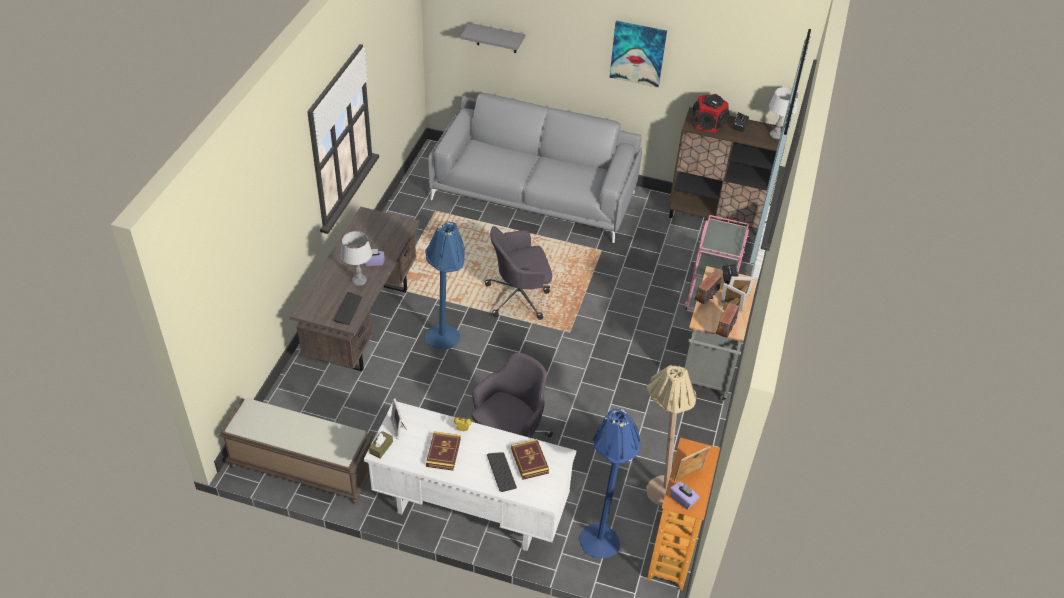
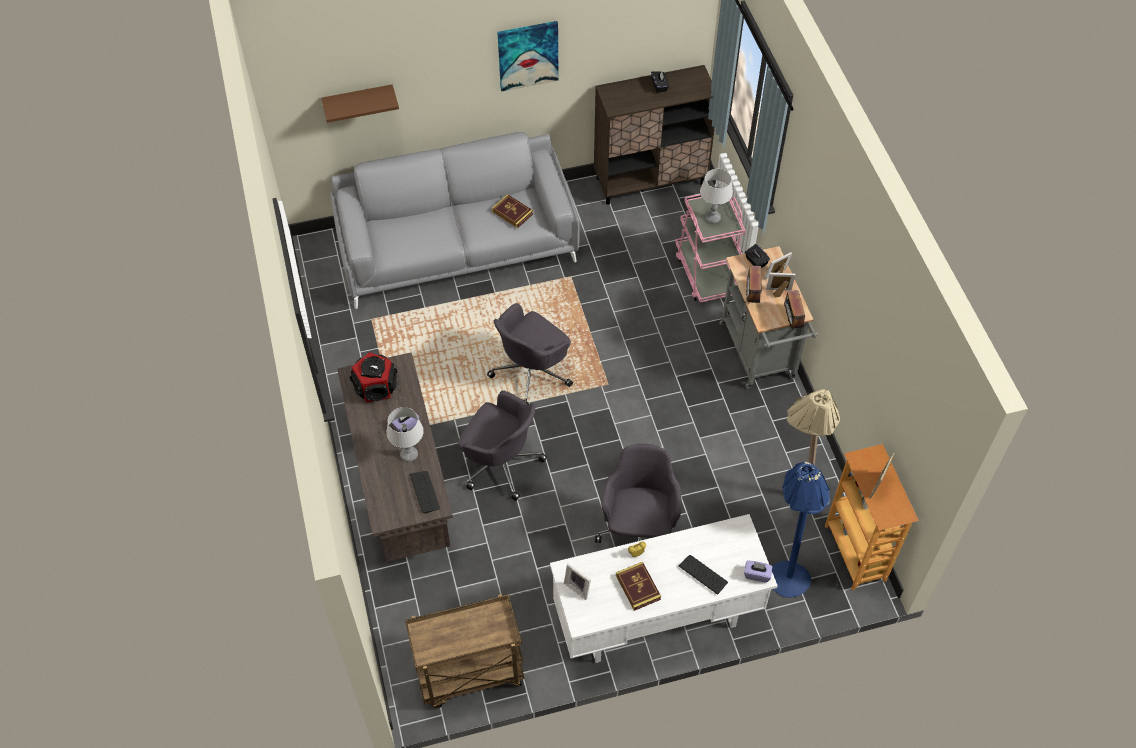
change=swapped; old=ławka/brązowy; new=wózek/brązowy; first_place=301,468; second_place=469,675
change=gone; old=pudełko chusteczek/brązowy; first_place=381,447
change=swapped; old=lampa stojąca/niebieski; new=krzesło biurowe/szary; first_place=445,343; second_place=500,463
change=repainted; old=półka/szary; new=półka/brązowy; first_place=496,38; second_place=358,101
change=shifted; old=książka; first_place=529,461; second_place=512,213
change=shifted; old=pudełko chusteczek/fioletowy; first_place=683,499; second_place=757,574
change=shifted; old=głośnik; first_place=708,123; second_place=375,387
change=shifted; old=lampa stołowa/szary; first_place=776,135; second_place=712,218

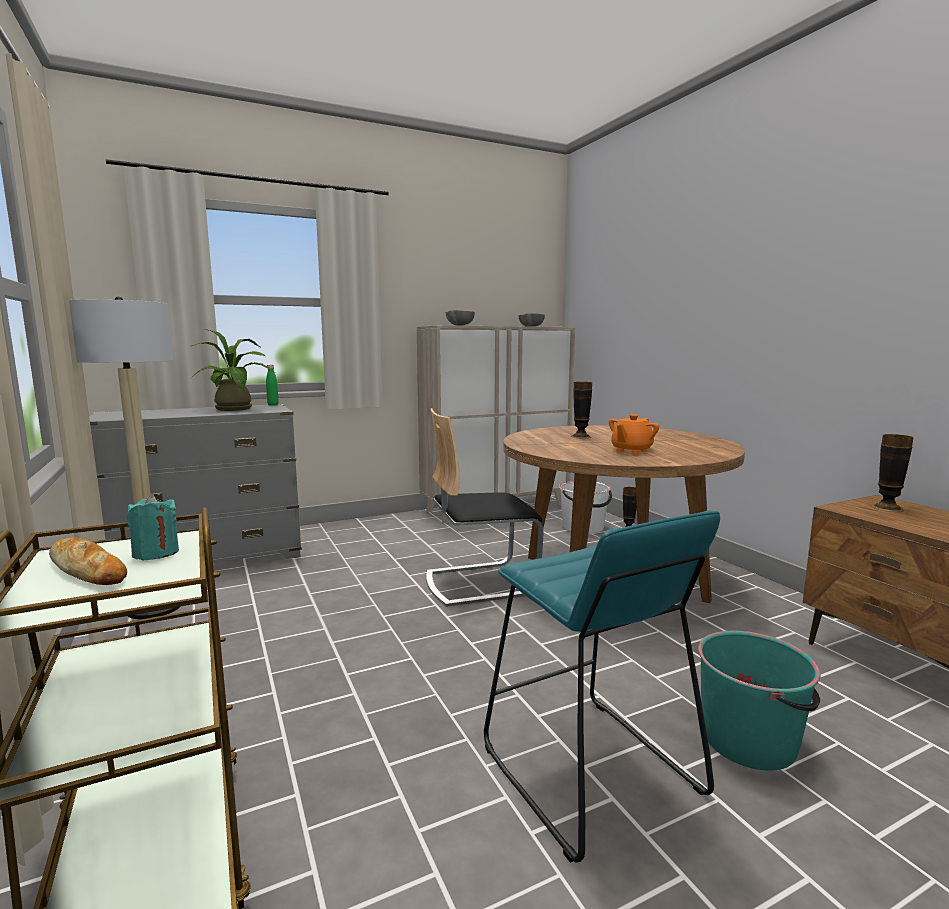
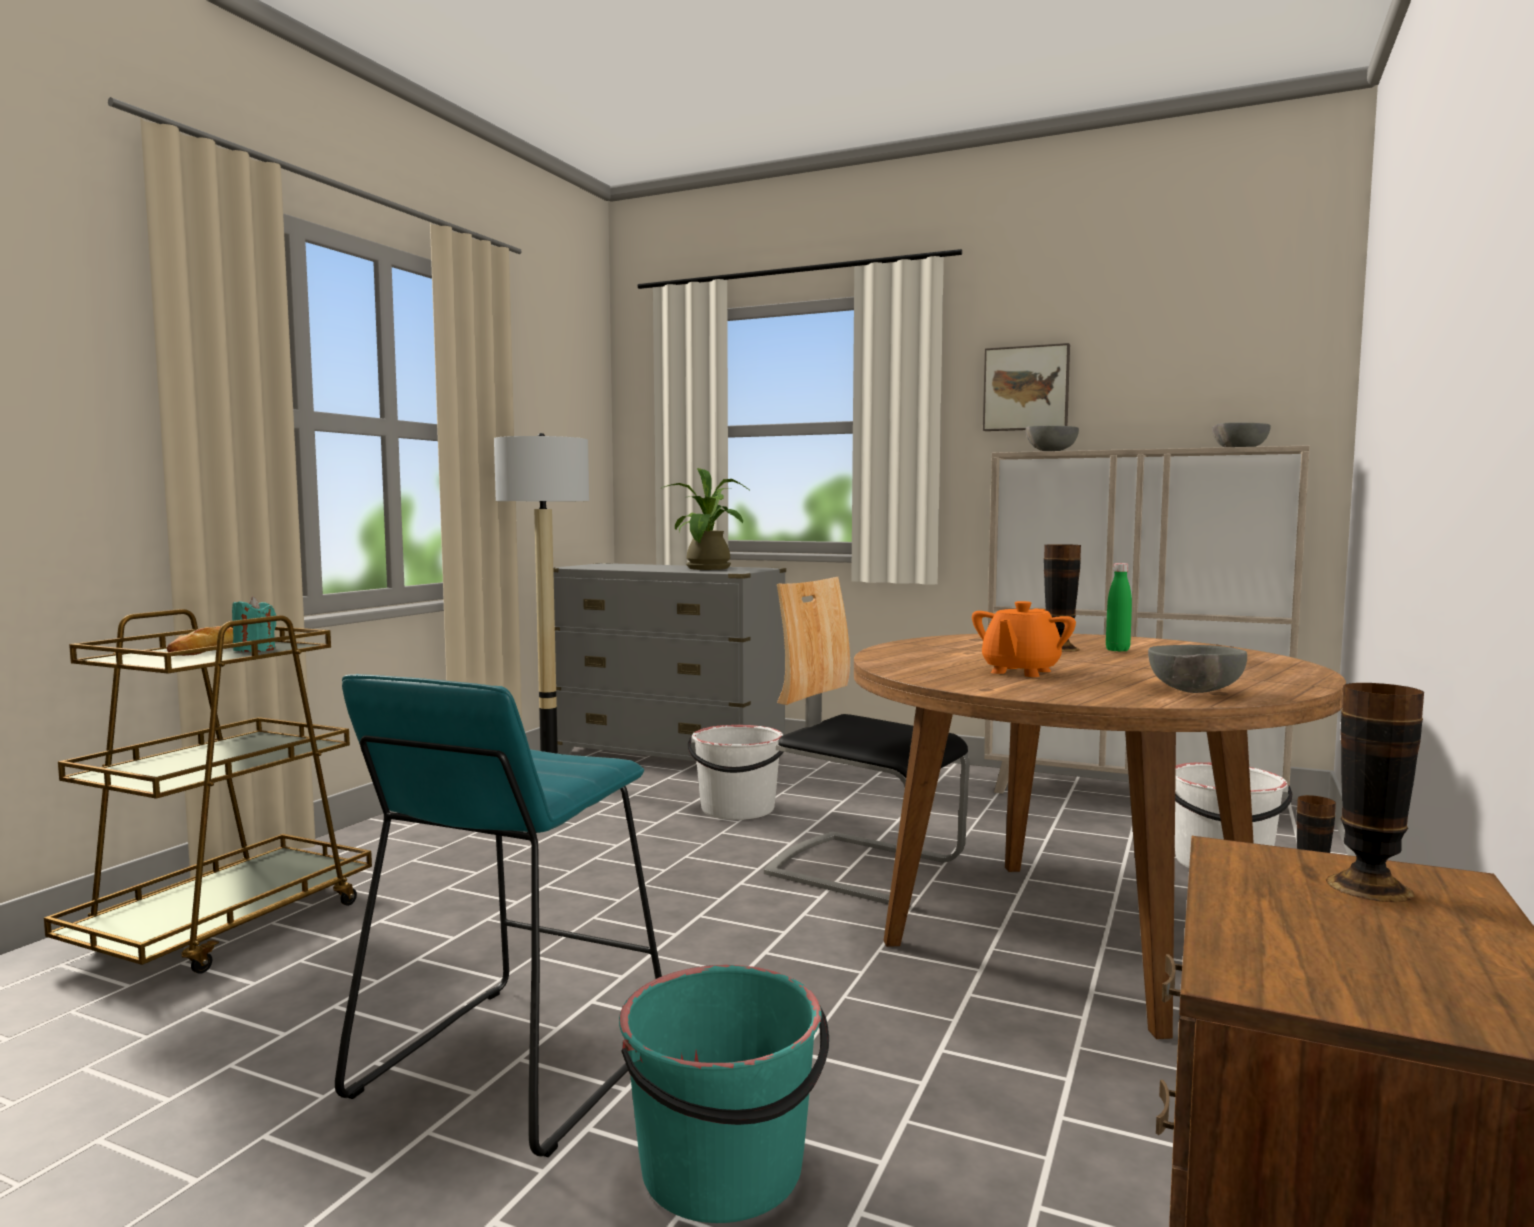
change=shifted; old=butelka/zielony; first_place=273,405; second_place=1117,650
change=rotated; old=imbryk/pomarańczowy; first_place=631,451; second_place=1020,671; degrees=-60
change=new; new=wiadro/biały; second_place=737,809
change=new; new=obraz; second_place=1026,388
change=new; new=miska/szary; second_place=1194,692

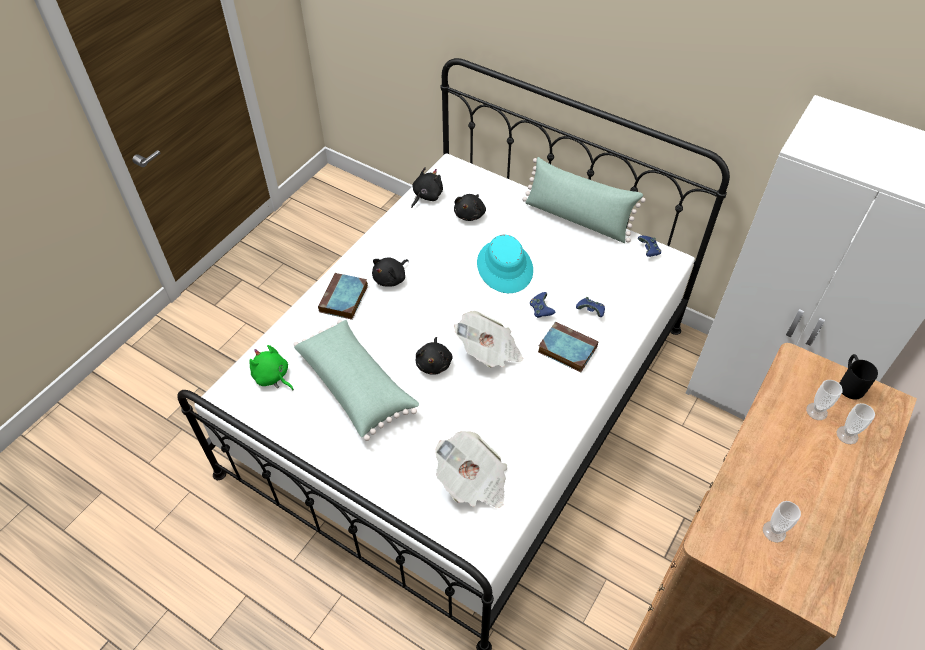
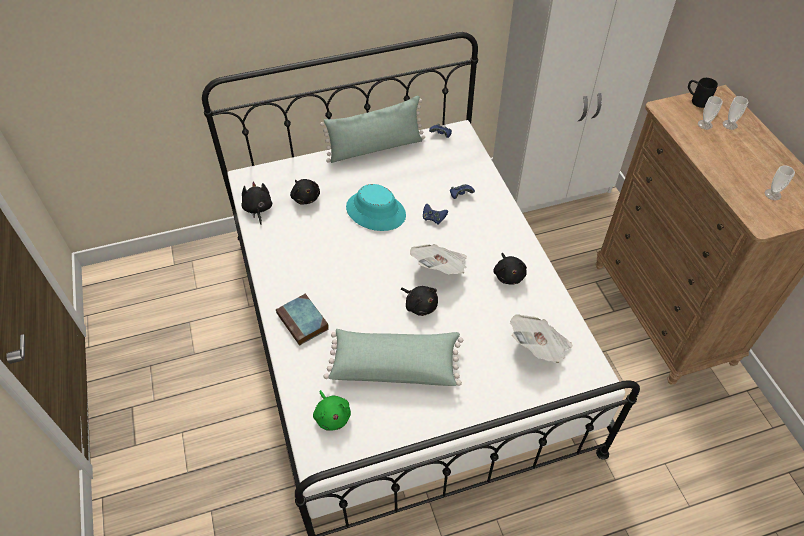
change=rotated; old=pluszak/zielony; first_place=272,377; second_place=332,416; degrees=-105
change=shifted; old=pluszak/czarny; first_place=391,278; second_place=509,275
change=gone; old=książka; first_place=566,349

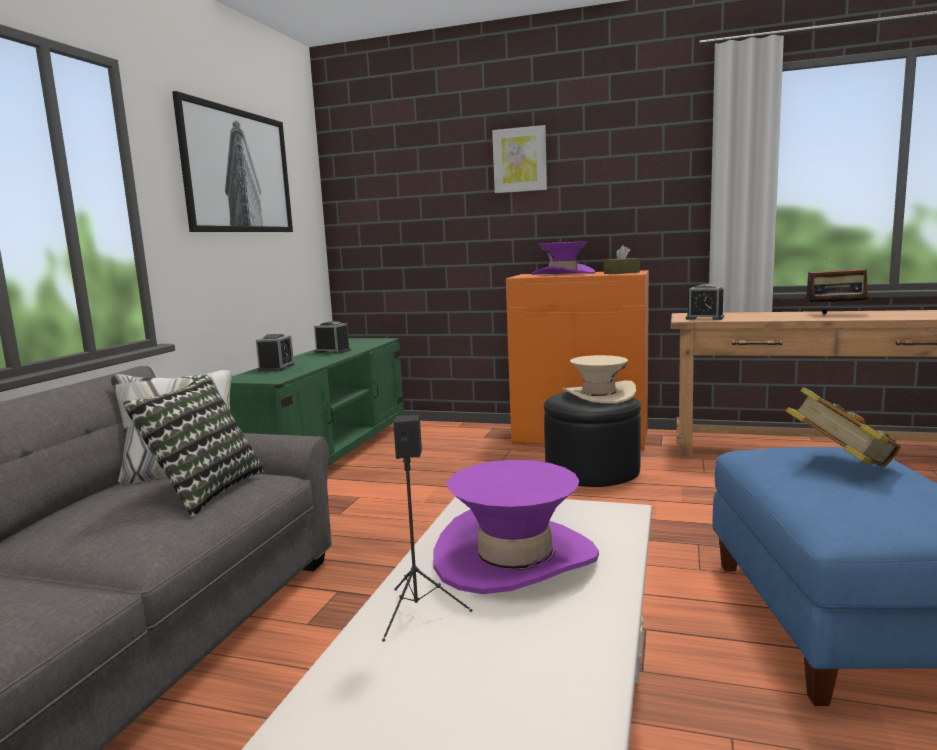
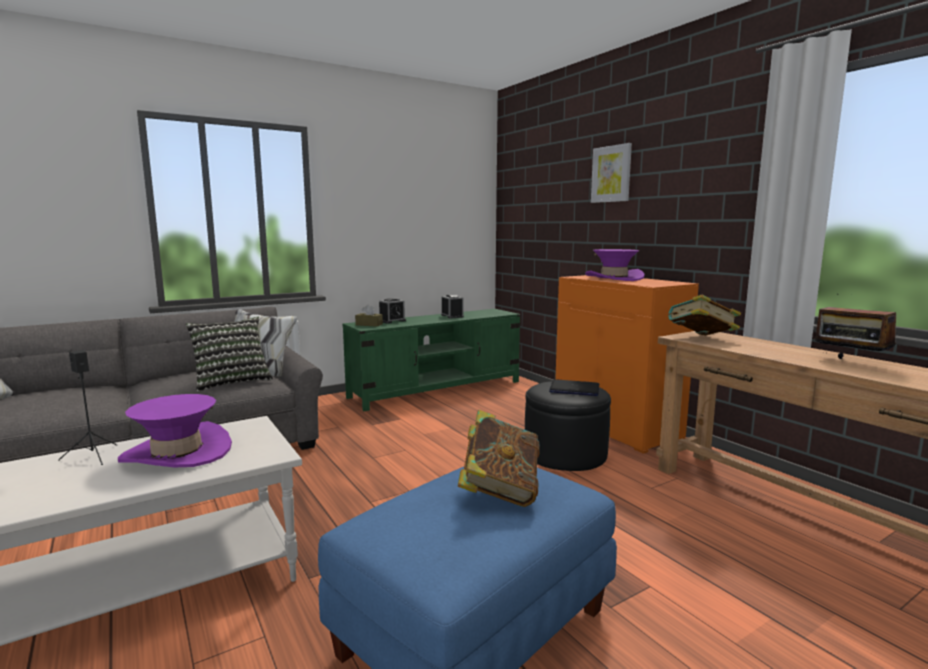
change=gone; old=obraz; first_place=237,171
change=swapped; old=kapelusz/beżowy; new=laptop; first_place=599,395; second_place=574,389
change=shifted; old=pudełko chusteczek/brązowy; first_place=621,273; second_place=369,324
change=swapped; old=budzik; new=książka; first_place=705,318; second_place=701,339

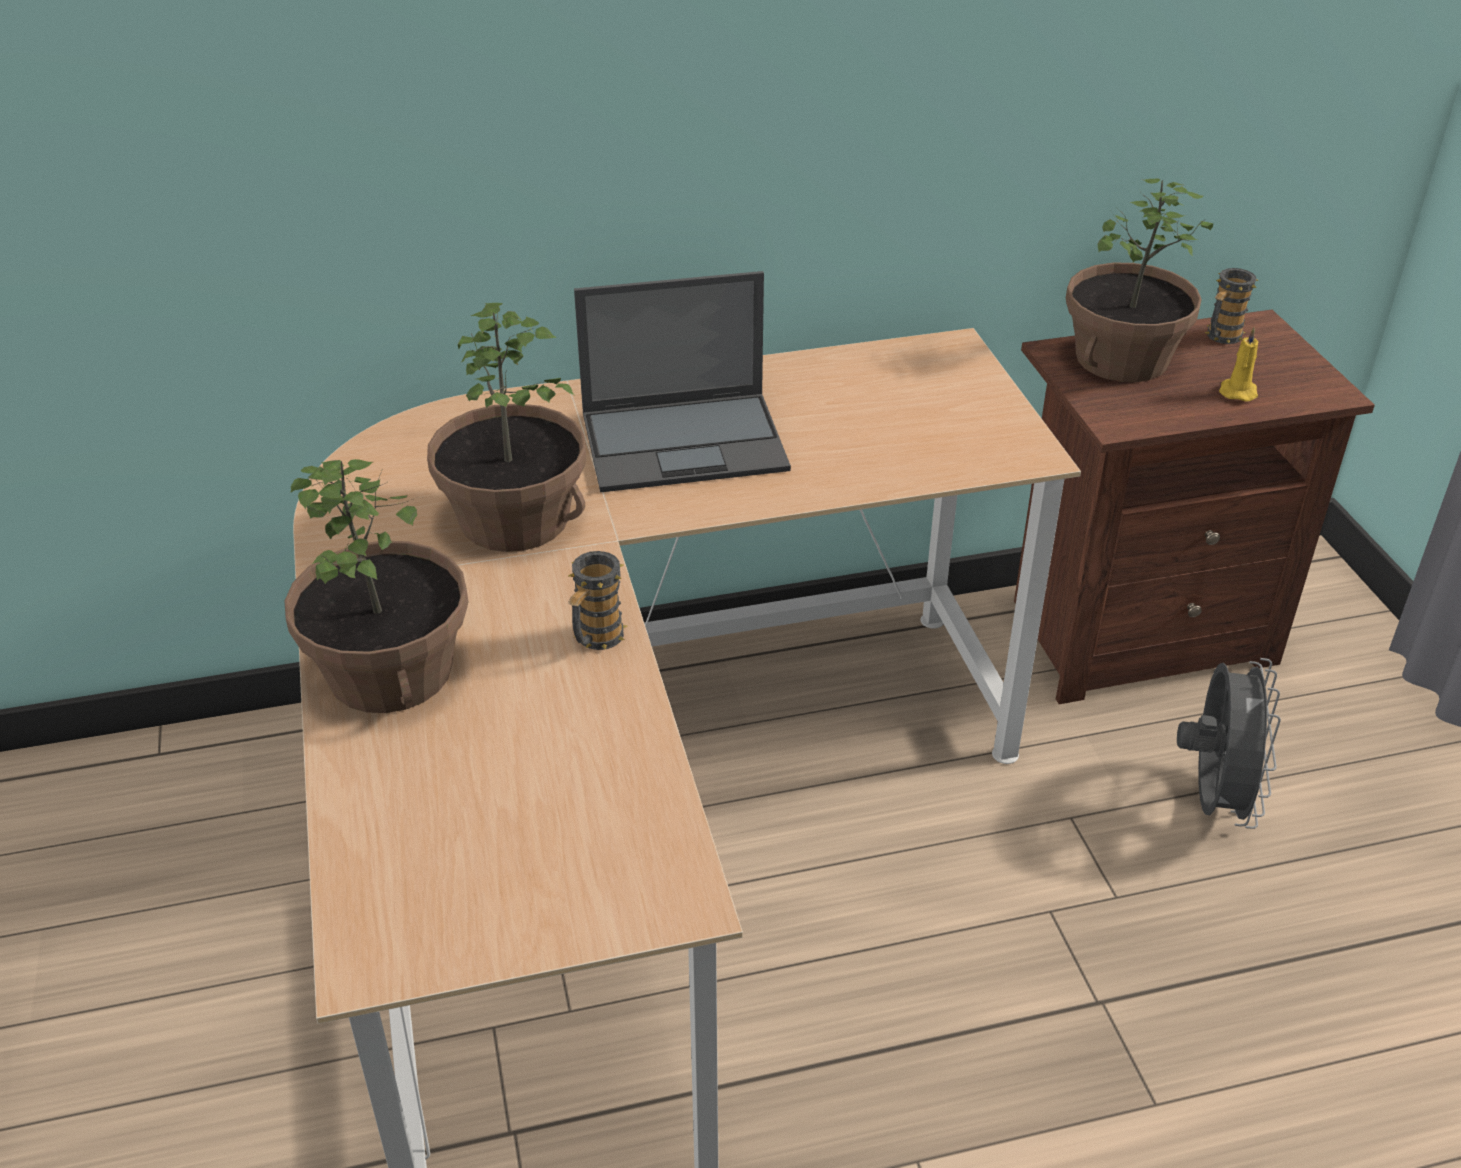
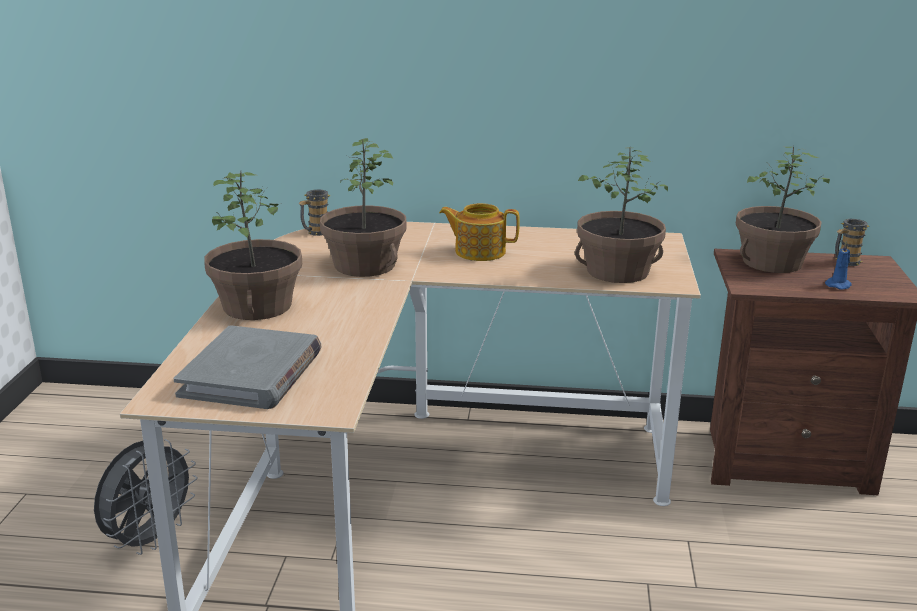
change=shifted; old=kubek; first_place=595,640; second_place=315,233
change=swapped; old=laptop; new=imbryk; first_place=686,441; second_place=479,251
change=shifted; old=wentylator/szary; first_place=1212,799; second_place=150,539
change=repainted; old=świeca/żółty; new=świeca/niebieski; first_place=1238,391; second_place=838,285
change=new; new=książka/szary; second_place=252,374
change=new; new=roślina doniczkowa; second_place=617,271

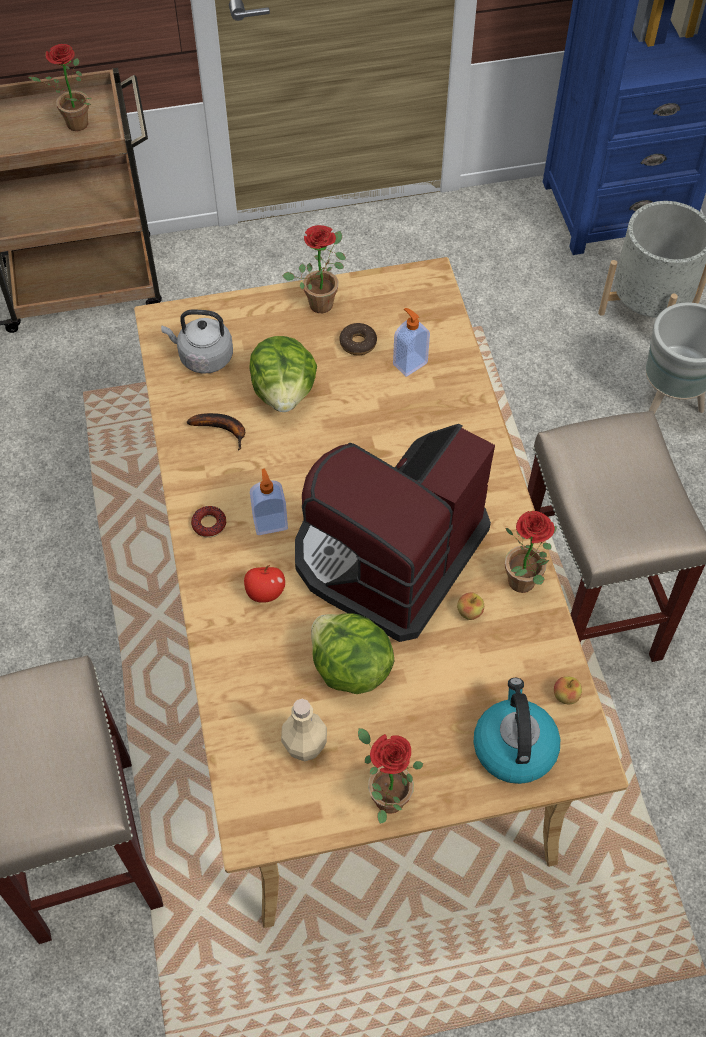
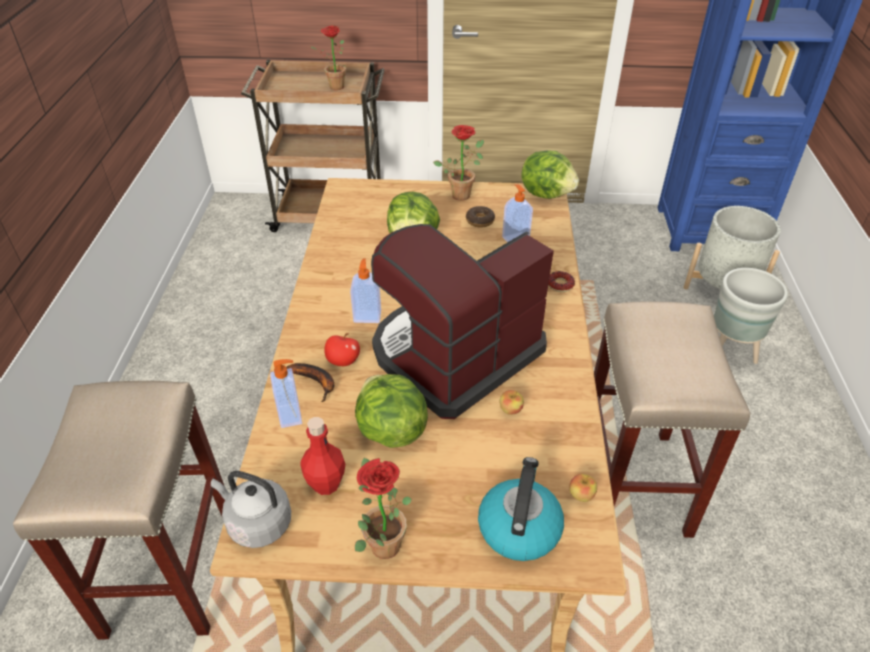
change=shifted; old=czajnik/szary; first_place=203,357; second_place=257,523
change=shifted; old=banan; first_place=223,430; second_place=316,382
change=shifted; old=donut; first_place=209,524; second_place=560,285
change=repainted; old=butelka/beżowy; new=butelka/czerwony; first_place=305,748; second_place=326,484
change=gone; old=roślina doniczkowa; first_place=525,586
change=new; new=dozownik mydła; second_place=291,415
change=new; new=sałata; second_place=547,193

